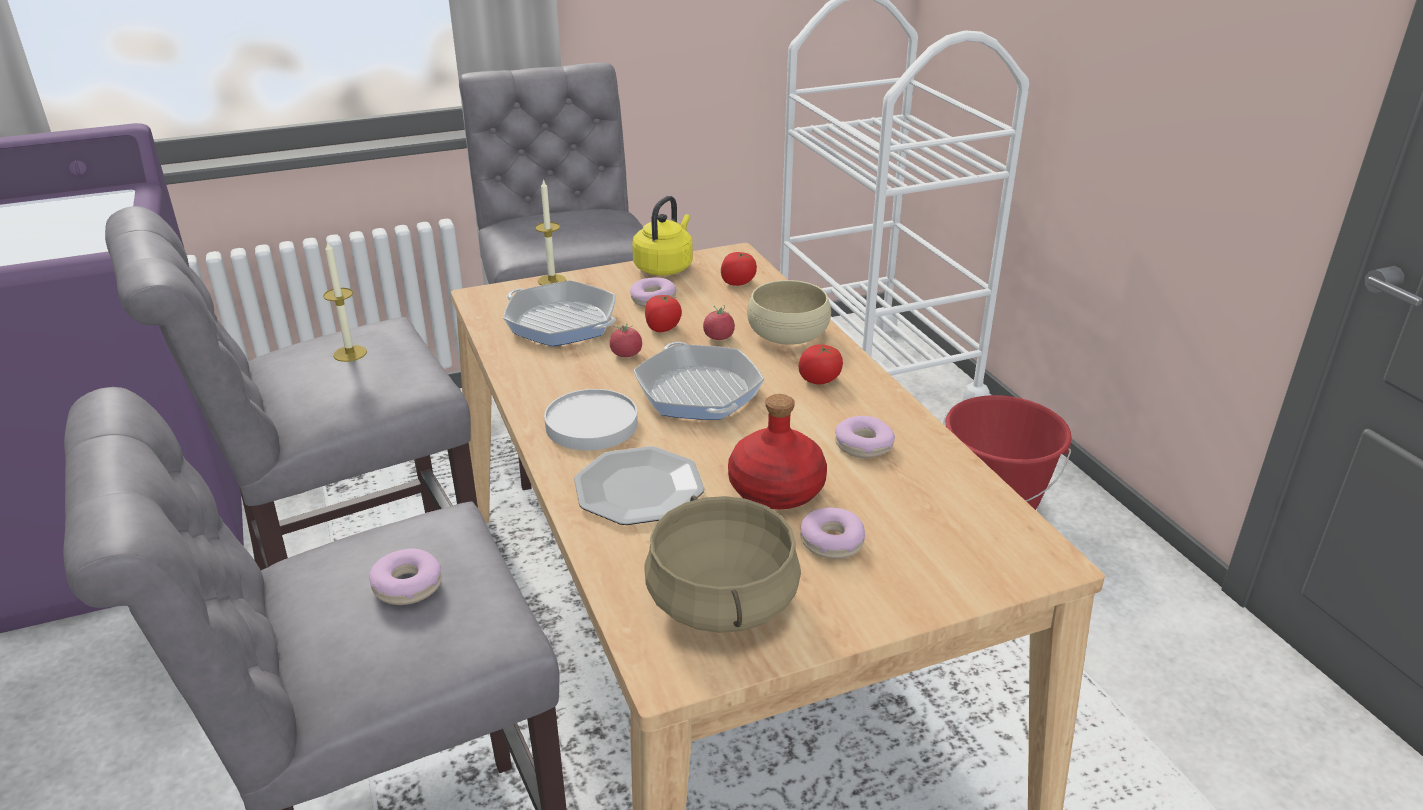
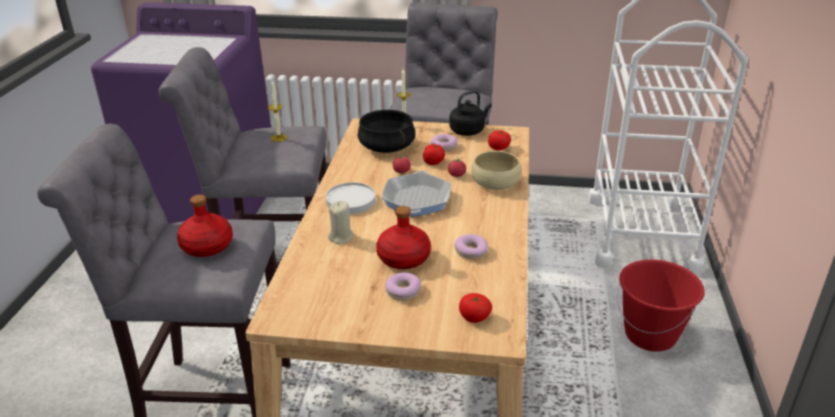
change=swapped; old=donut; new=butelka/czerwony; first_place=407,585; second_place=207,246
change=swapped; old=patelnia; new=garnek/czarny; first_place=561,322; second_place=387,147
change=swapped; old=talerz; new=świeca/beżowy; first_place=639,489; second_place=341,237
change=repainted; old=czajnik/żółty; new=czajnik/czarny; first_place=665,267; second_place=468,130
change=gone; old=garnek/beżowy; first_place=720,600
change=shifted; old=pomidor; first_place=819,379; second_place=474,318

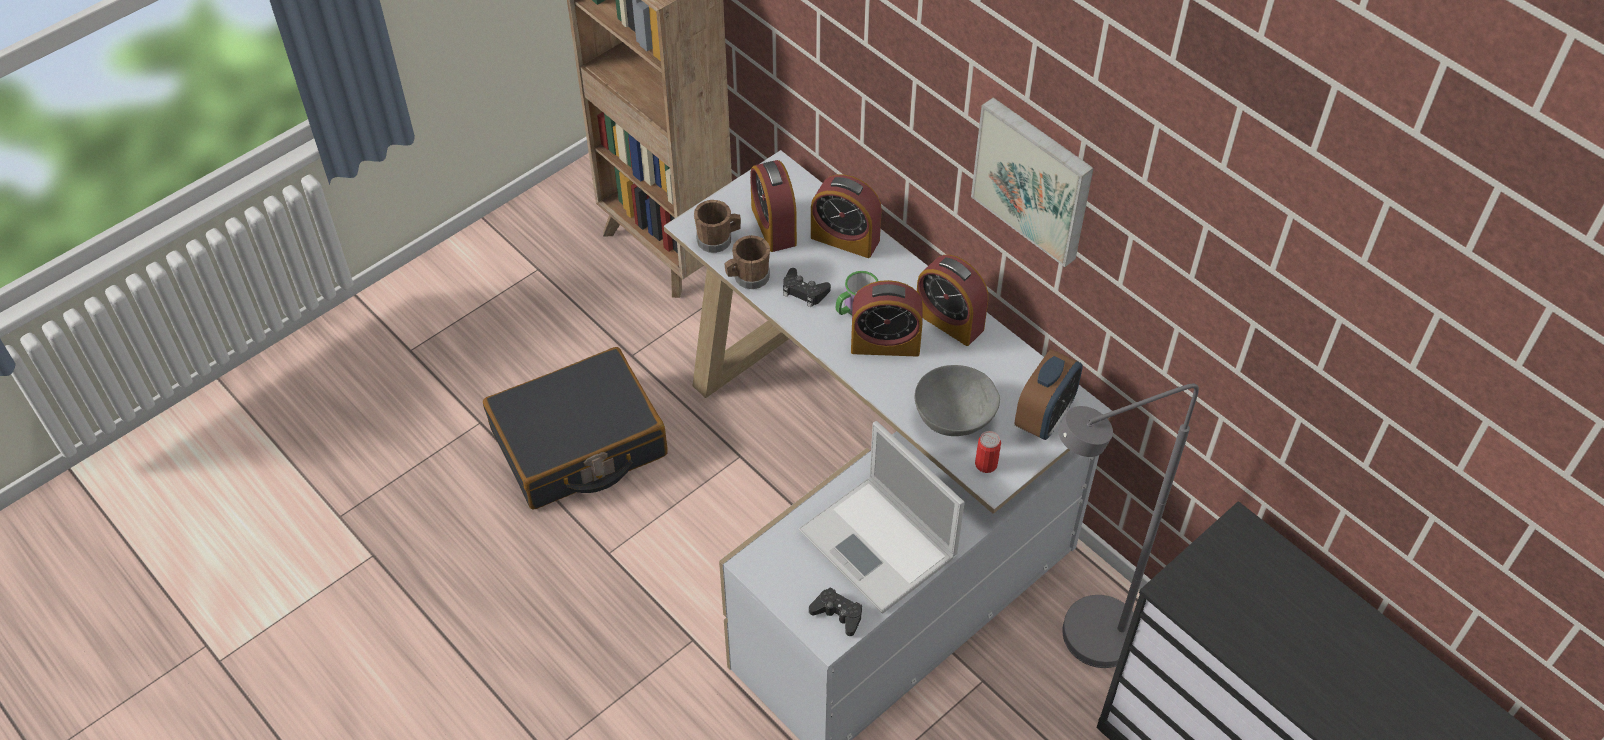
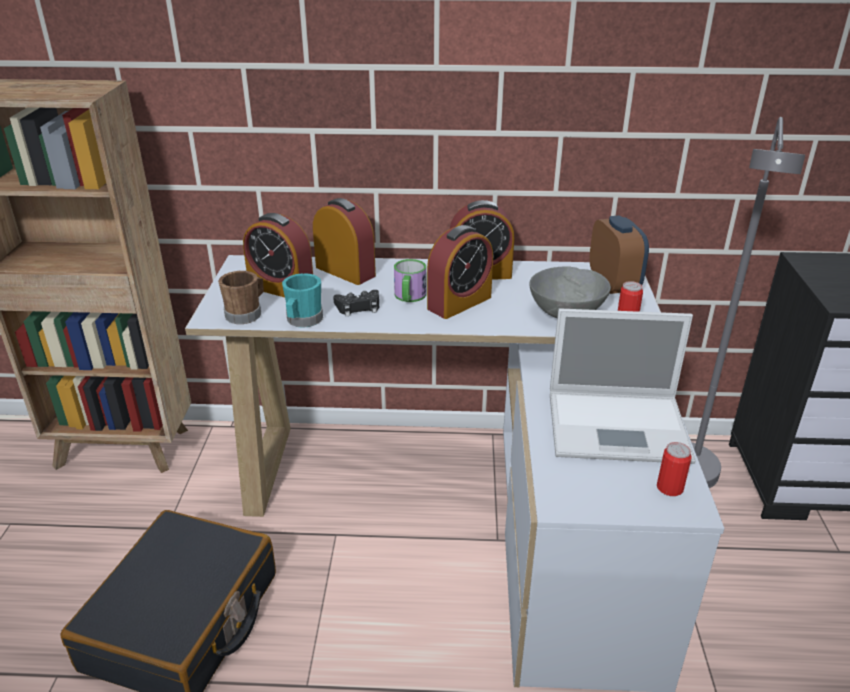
change=repainted; old=kubek/brązowy; new=kubek/turkusowy; first_place=747,277; second_place=303,321
change=swapped; old=pad do gier/czarny; new=puszka; first_place=837,614; second_place=669,488
change=rotated; old=budzik; first_place=845,239; second_place=345,271; degrees=-120
change=gone; old=obraz; first_place=1034,179

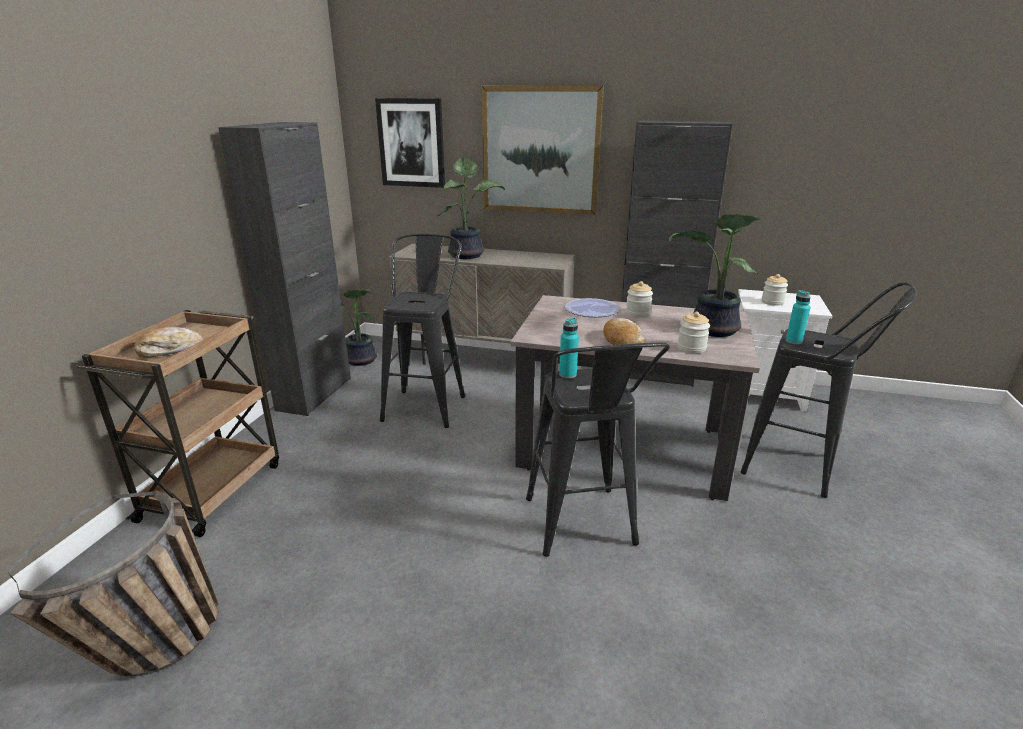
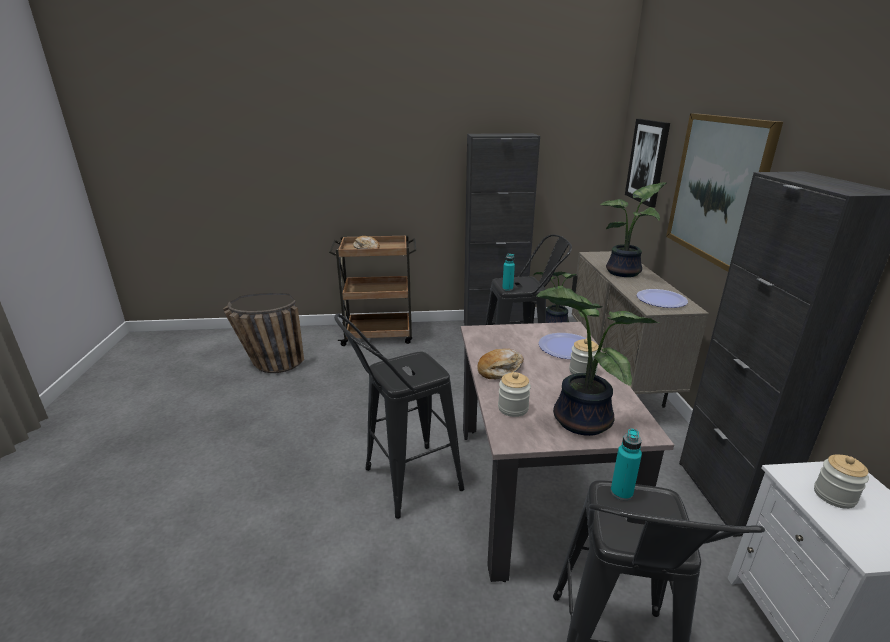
change=shifted; old=butelka/turkusowy; first_place=567,374; second_place=507,288
change=new; new=talerz; second_place=661,300

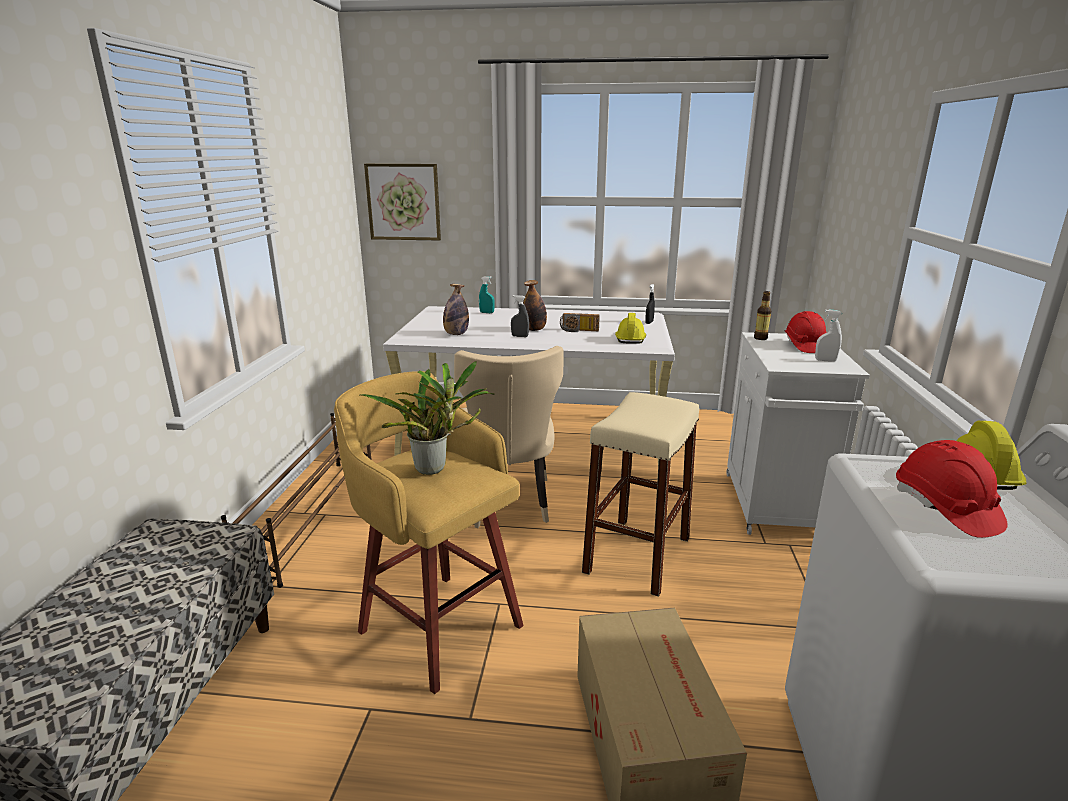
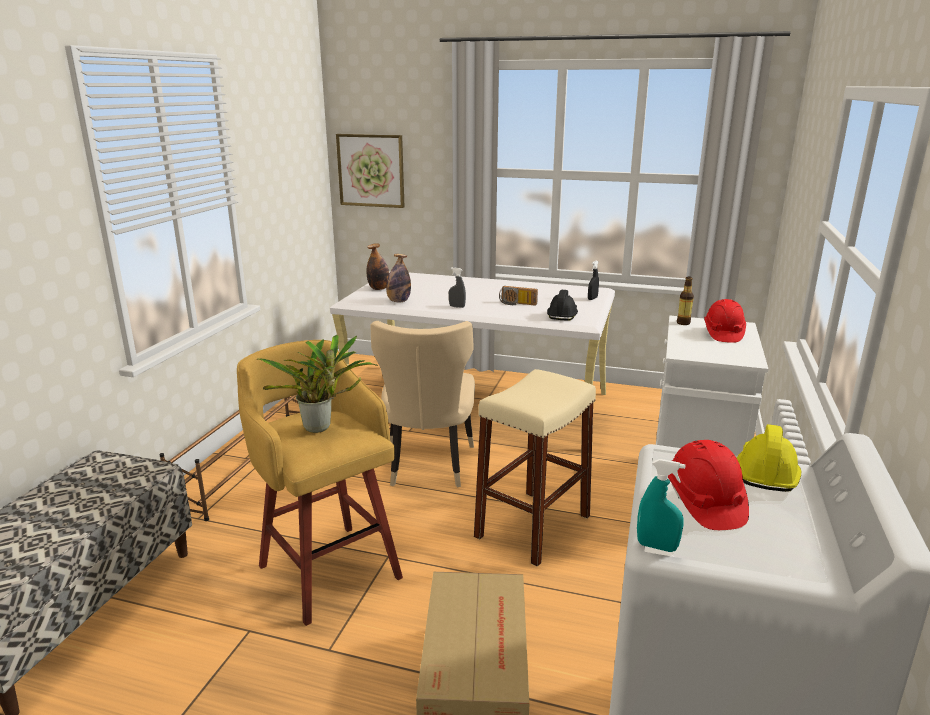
change=shifted; old=spryskiwacz/turkusowy; first_place=487,312; second_place=657,546
change=shifted; old=butelka; first_place=534,329; second_place=379,289
change=repainted; old=kask/żółty; new=kask/czarny; first_place=630,338; second_place=562,315
change=gone; old=spryskiwacz/biały; first_place=825,360

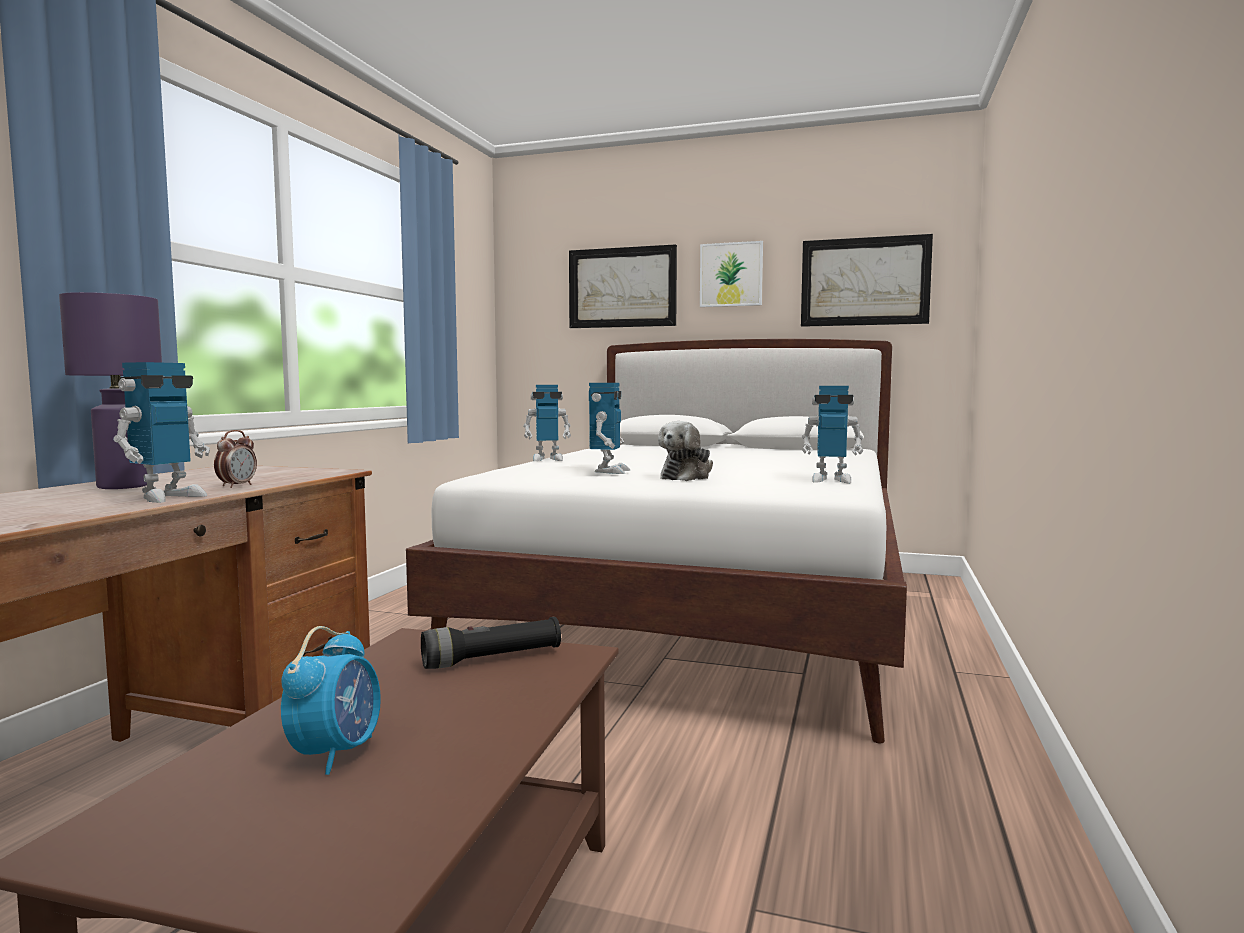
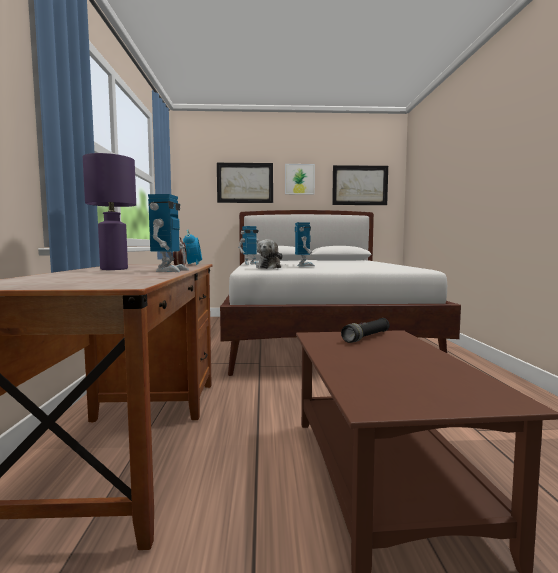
change=shifted; old=budzik; first_place=336,753; second_place=193,264
change=shifted; old=pluszak; first_place=687,477; second_place=269,267
change=gone; old=robot zabawkowy; first_place=831,480

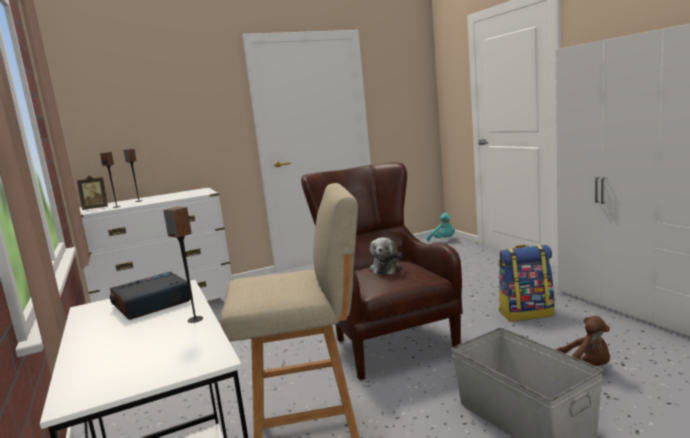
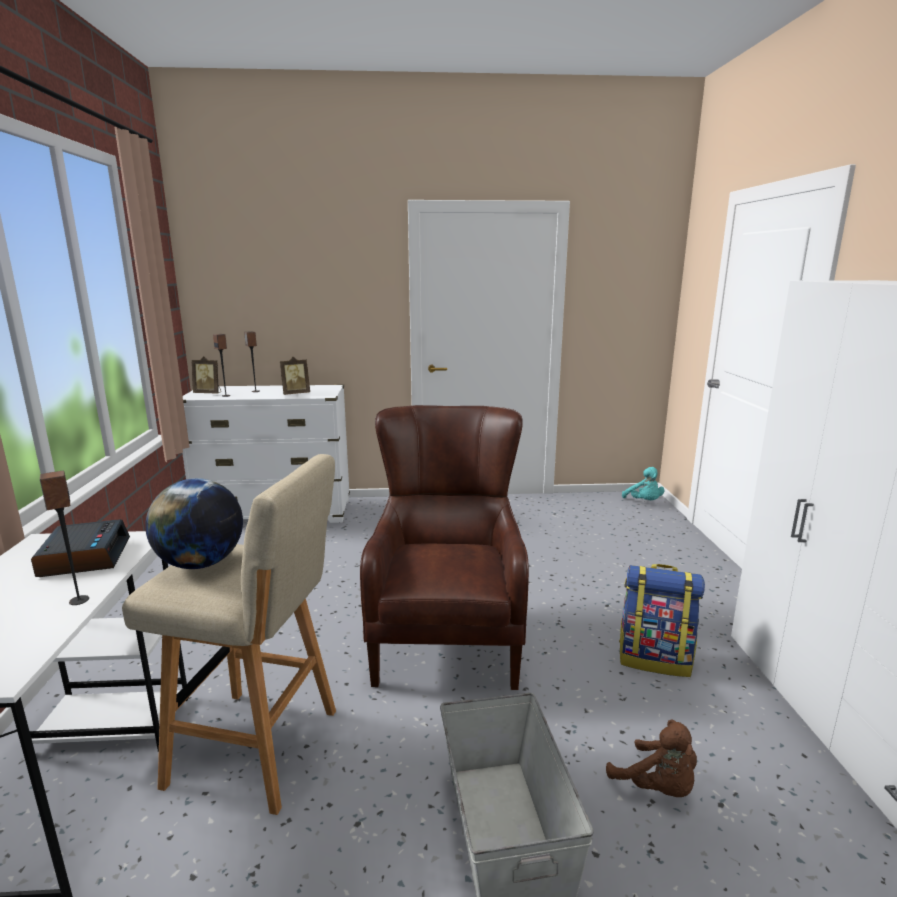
change=rotated; old=budzik; first_place=151,304; second_place=84,557; degrees=90
change=gone; old=pluszak; first_place=386,268
change=new; new=globus; second_place=201,563
change=new; new=ramka na zdjęcie; second_place=295,394

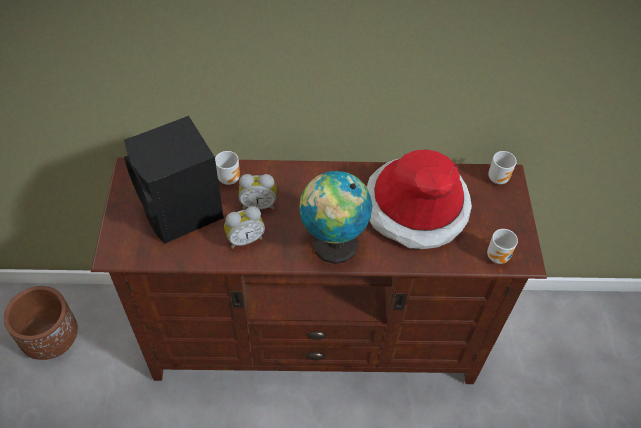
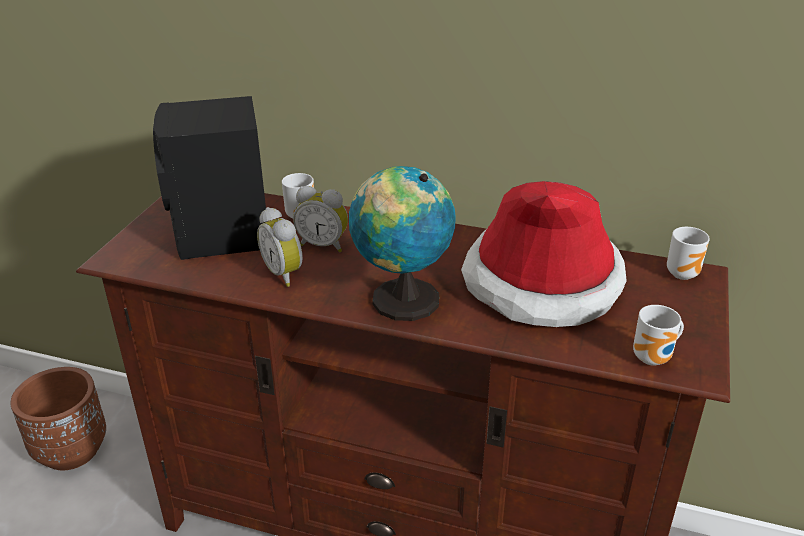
change=rotated; old=budzik; first_place=245,239; second_place=285,273; degrees=60

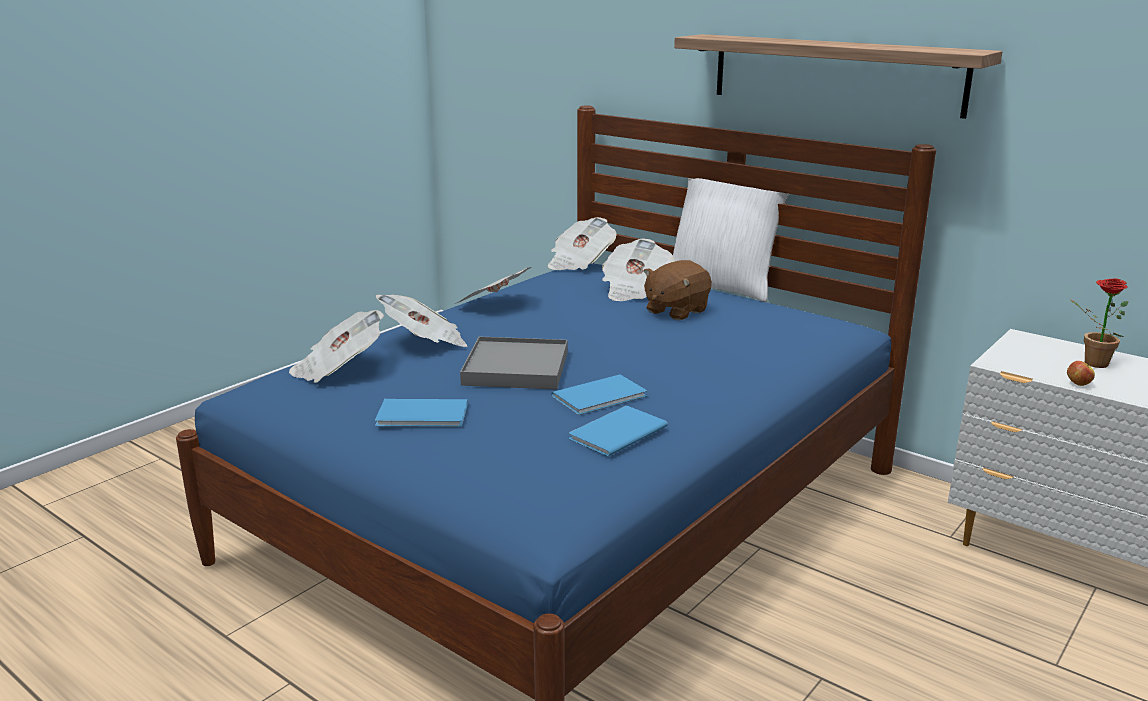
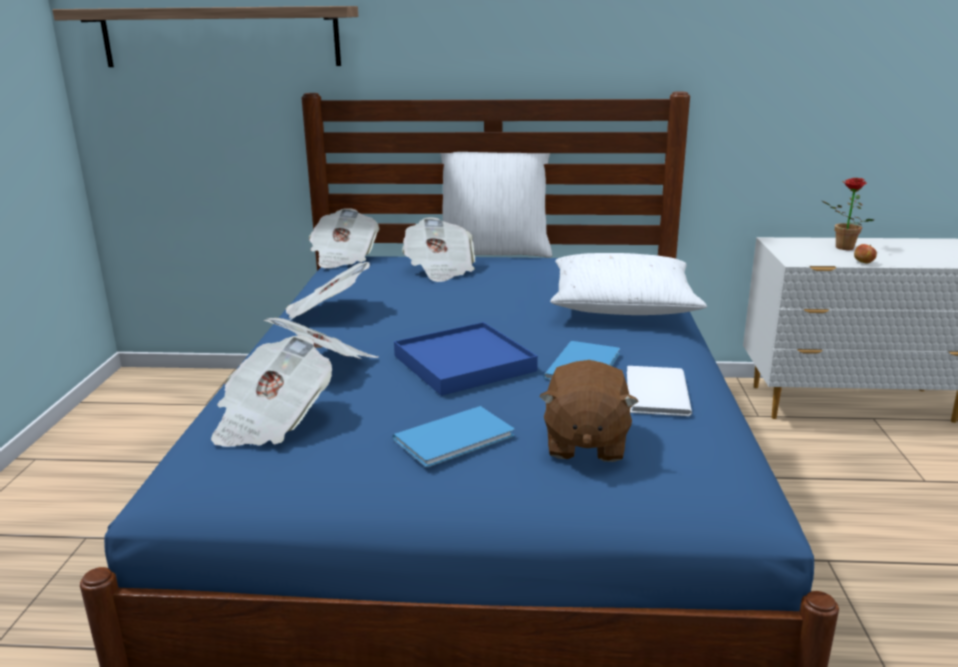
change=repainted; old=taca/szary; new=taca/niebieski; first_place=516,368; second_place=463,363
change=repainted; old=książka/niebieski; new=książka/biały; first_place=614,433; second_place=654,393
change=shifted; old=pluszak/brązowy; first_place=675,311; second_place=584,443
change=shifted; old=półka; first_place=835,74; second_place=220,37
change=new; new=poduszka/biały; second_place=622,304

